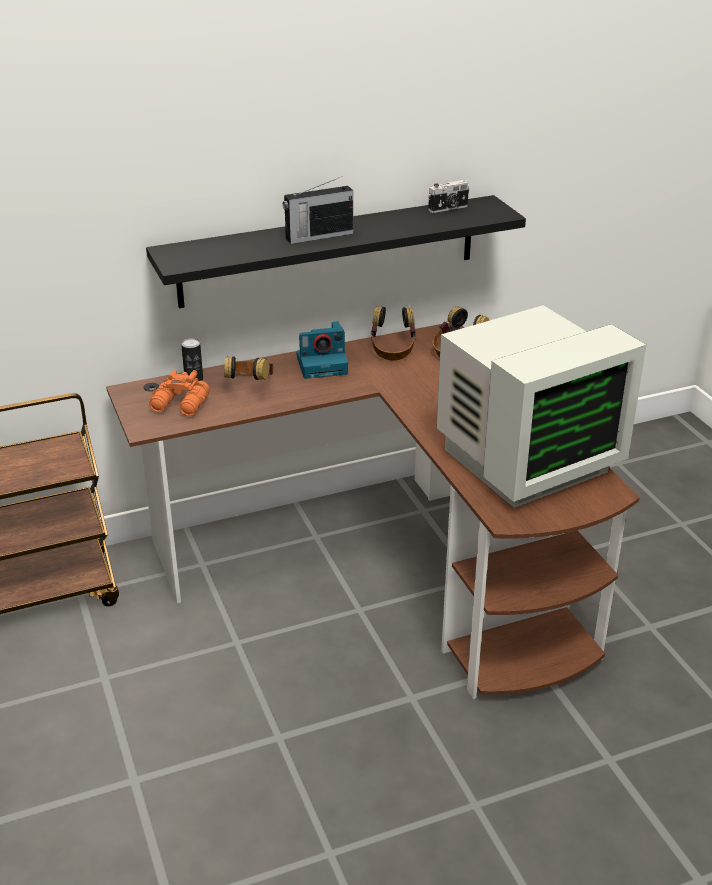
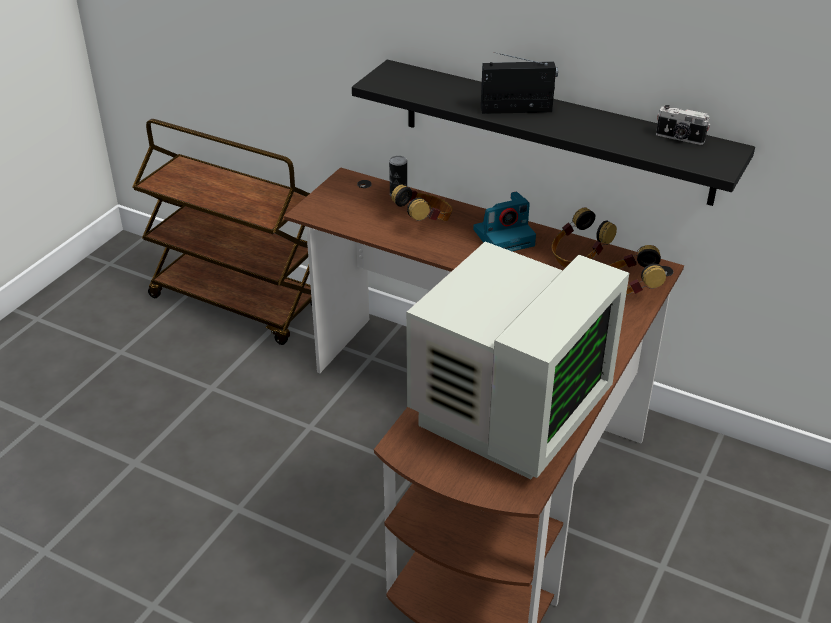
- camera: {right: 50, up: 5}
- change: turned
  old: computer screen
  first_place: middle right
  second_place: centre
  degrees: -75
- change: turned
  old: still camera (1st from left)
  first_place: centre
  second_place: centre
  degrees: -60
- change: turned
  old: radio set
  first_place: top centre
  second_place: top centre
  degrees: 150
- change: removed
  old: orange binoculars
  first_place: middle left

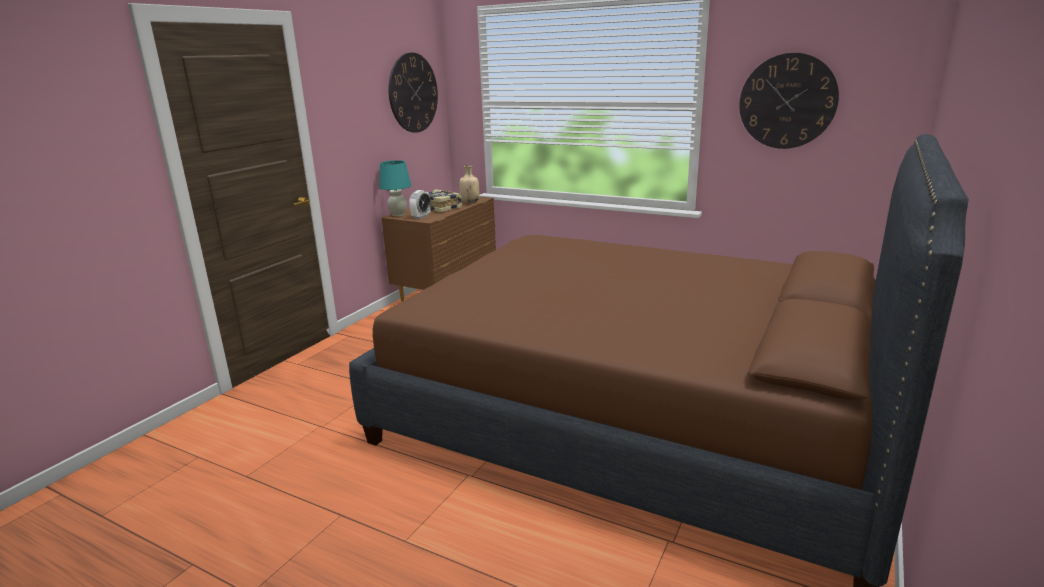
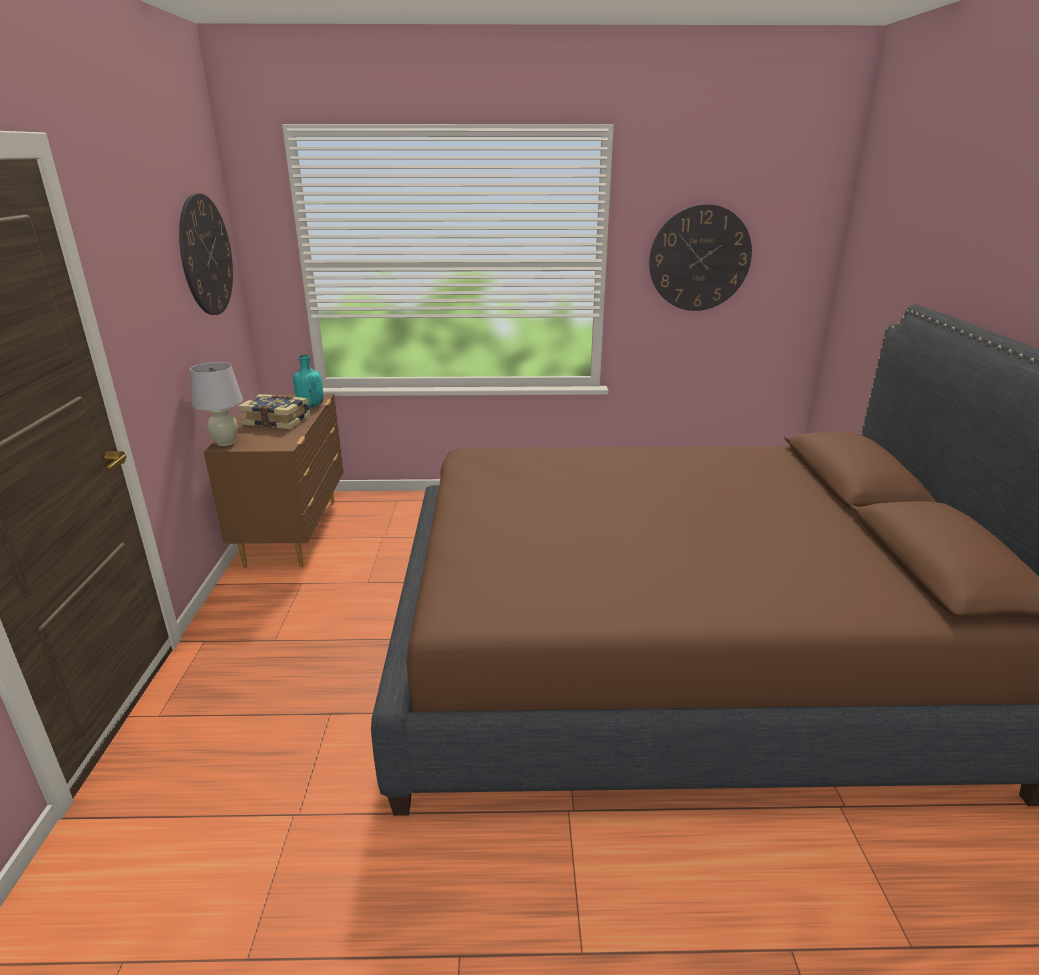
- camera: {right: -30, up: 5}
- change: recoloured
  old: turquoise table lamp
  new: white table lamp
  first_place: top centre
  second_place: middle left
- change: recoloured
  old: sand-coloured drink bottle
  new: turquoise drink bottle
  first_place: top centre
  second_place: middle left
- change: removed
  old: table clock
  first_place: centre

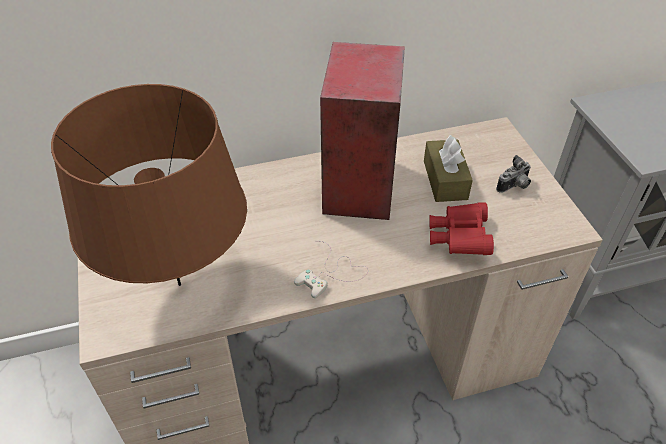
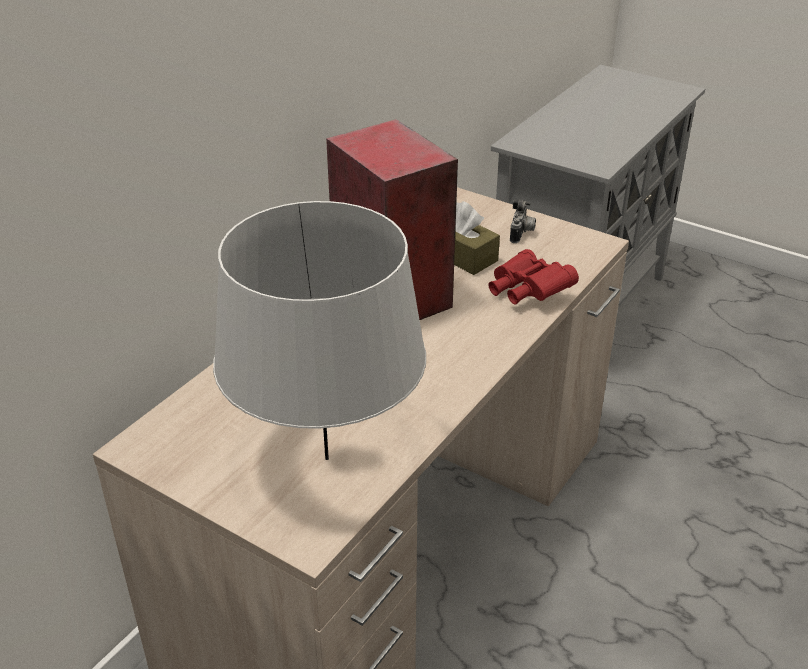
- camera: {right: -40, up: -10}
- change: recoloured
  old: brown-coloured table lamp
  new: greyish table lamp
  first_place: middle left
  second_place: centre
- change: removed
  old: white joypad
  first_place: centre

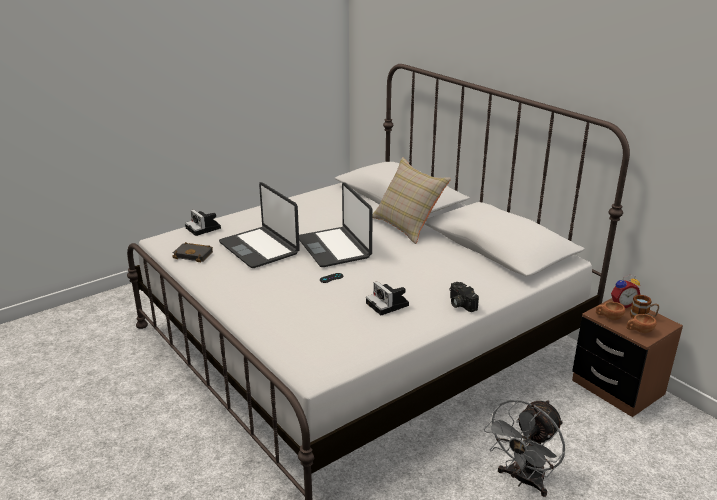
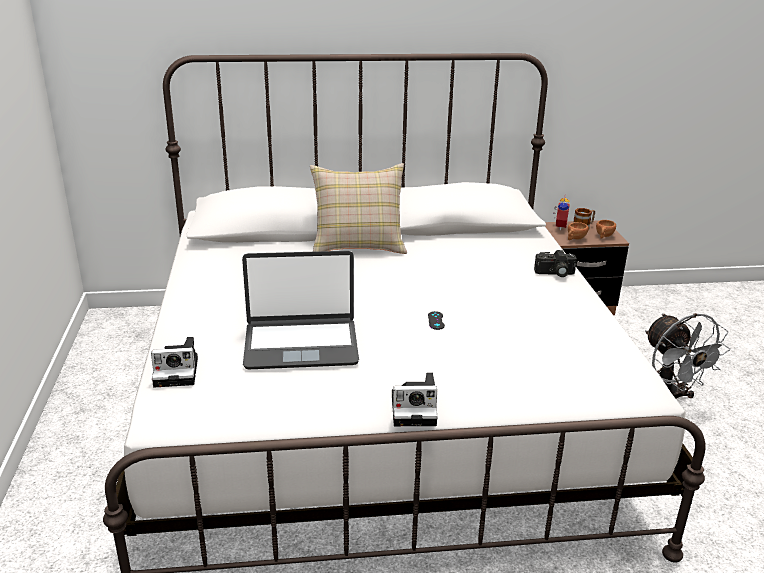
- camera: {right: -60, up: 0}
- change: moved
  old: still camera (2nd from left)
  first_place: centre
  second_place: bottom centre
- change: removed
  old: black-coloured bound book
  first_place: middle left
- change: removed
  old: notebook computer (2nd from left)
  first_place: centre

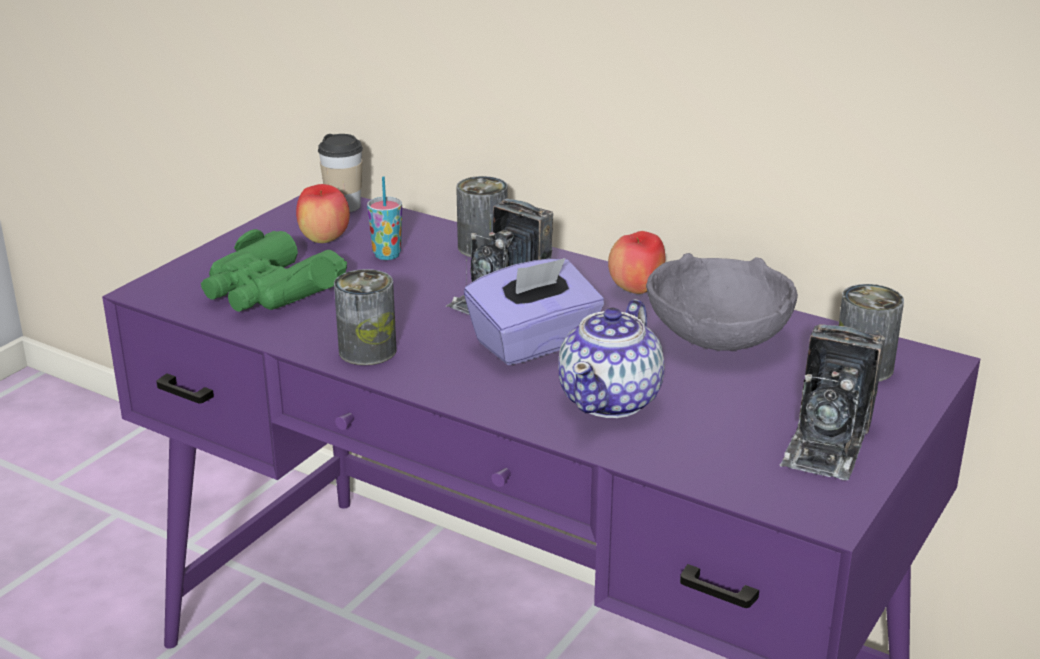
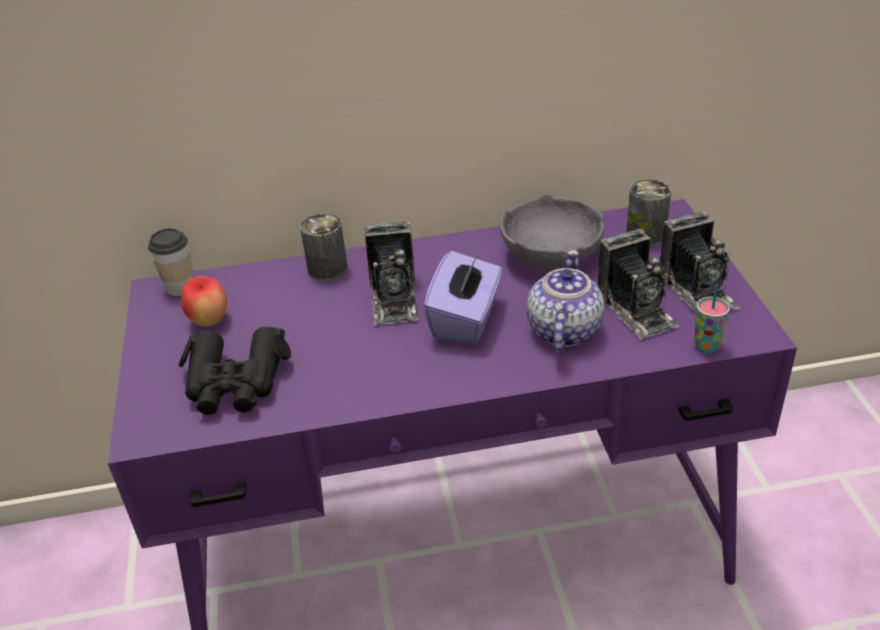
- camera: {right: -40, up: 10}
- change: recoloured
  old: greenish binoculars
  new: black-coloured binoculars
  first_place: middle left
  second_place: middle left
- change: turned
  old: tea pot
  first_place: centre
  second_place: centre
  degrees: -150
- change: added
  new: still camera (2nd from left)
  second_place: middle right
- change: moved
  old: small cup (2nd from left)
  first_place: top centre
  second_place: middle right
- change: removed
  old: can (1st from left)
  first_place: centre
- change: removed
  old: apple fruit (2nd from left)
  first_place: centre

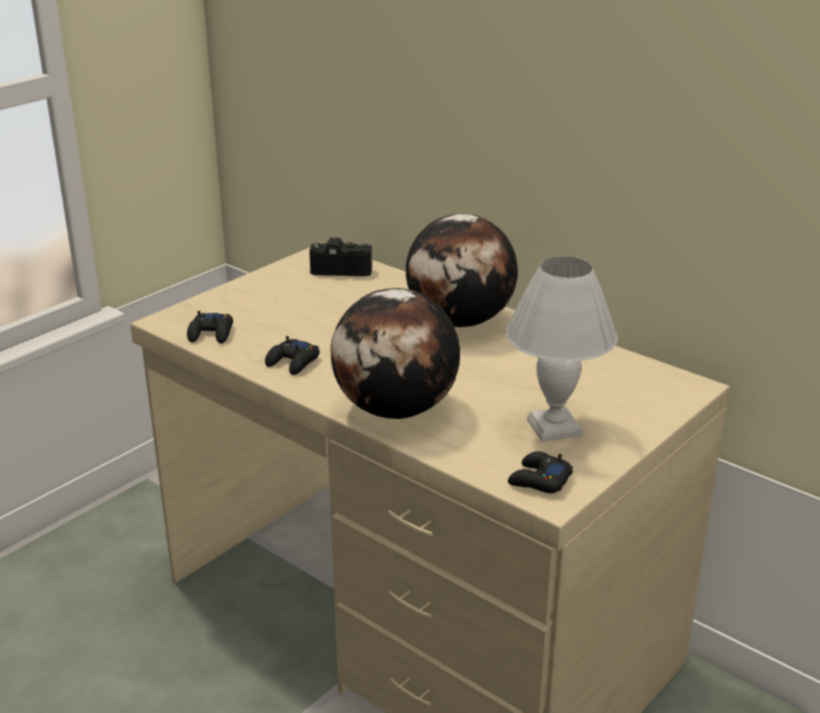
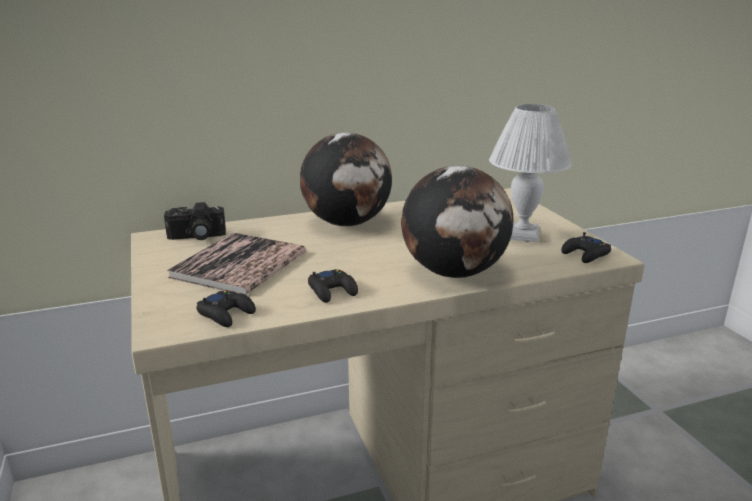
- camera: {right: -60, up: -5}
- change: turned
  old: still camera
  first_place: centre
  second_place: middle left
  degrees: -135
- change: added
  new: bound book
  second_place: middle left

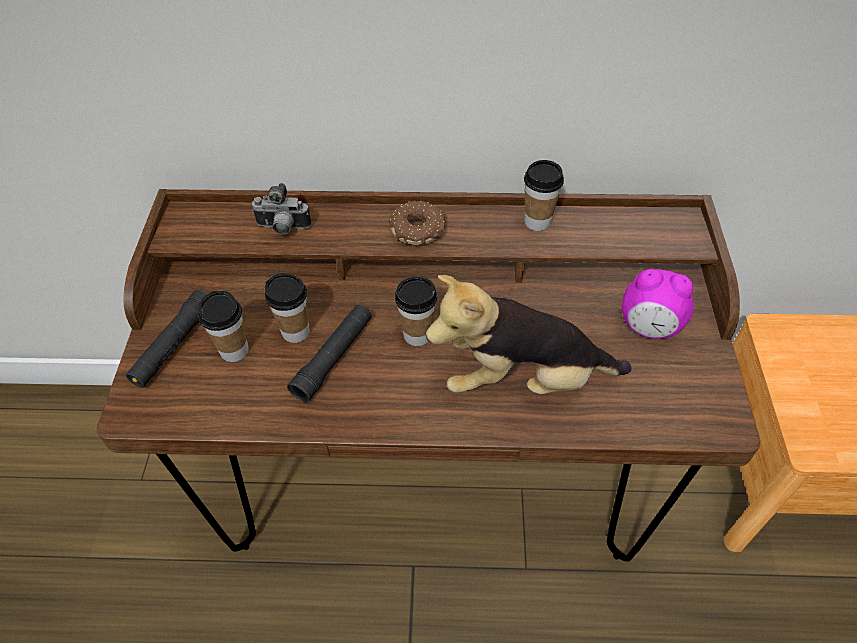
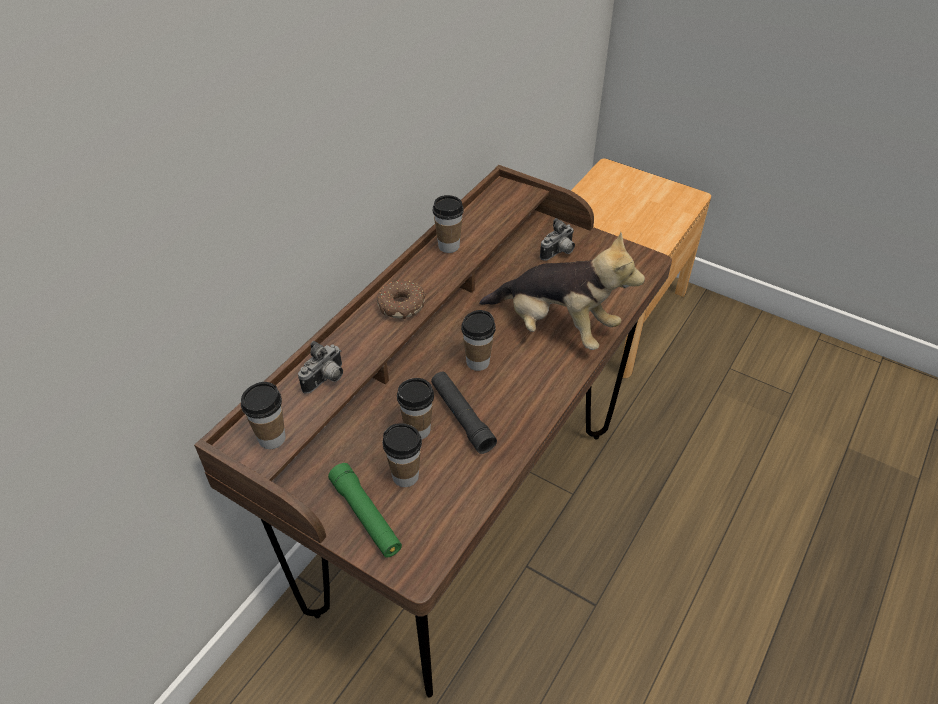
- camera: {right: -60, up: -5}
- change: added
  new: small cup (1st from left)
  second_place: middle left
- change: recoloured
  old: black-coloured torch (1st from left)
  new: greenish torch
  first_place: middle left
  second_place: bottom centre
- change: turned
  old: soft toy
  first_place: centre
  second_place: centre
  degrees: -90
- change: replaced
  old: table clock
  new: still camera (2nd from left)
  first_place: middle right
  second_place: centre

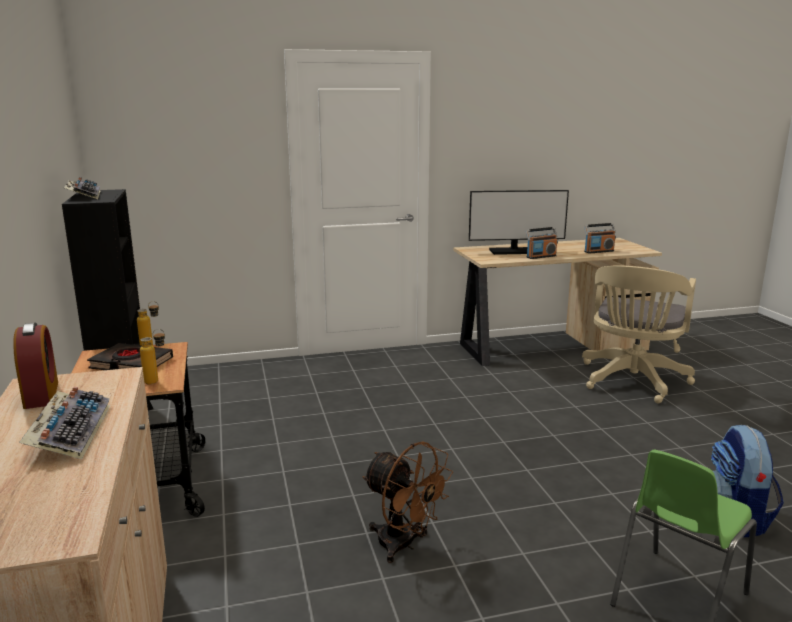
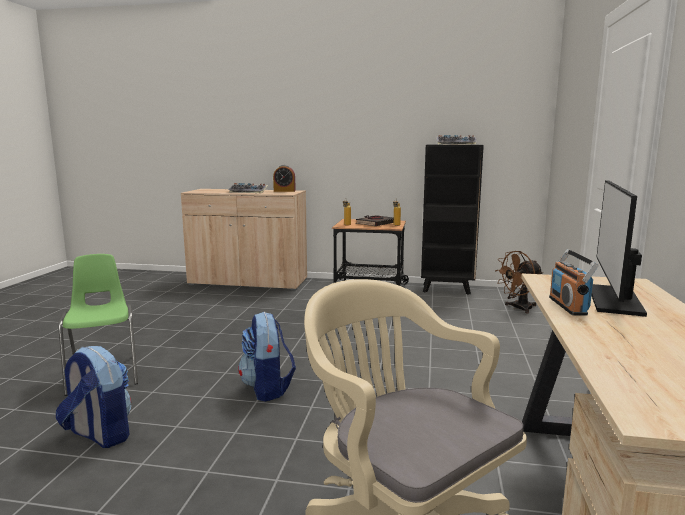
- camera: {right: 115, up: -5}
- change: added
  new: rucksack (2nd from left)
  second_place: bottom centre
- change: moved
  old: brown-coloured electric fan
  first_place: bottom centre
  second_place: middle right
- change: removed
  old: radio set (2nd from left)
  first_place: middle right

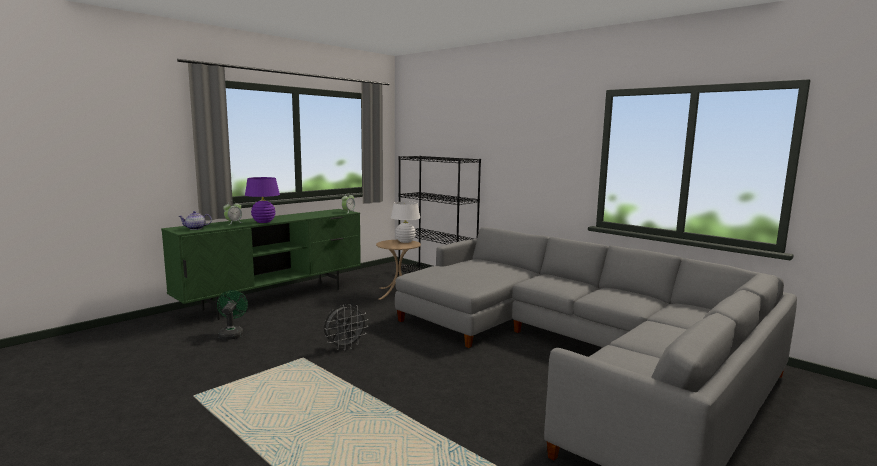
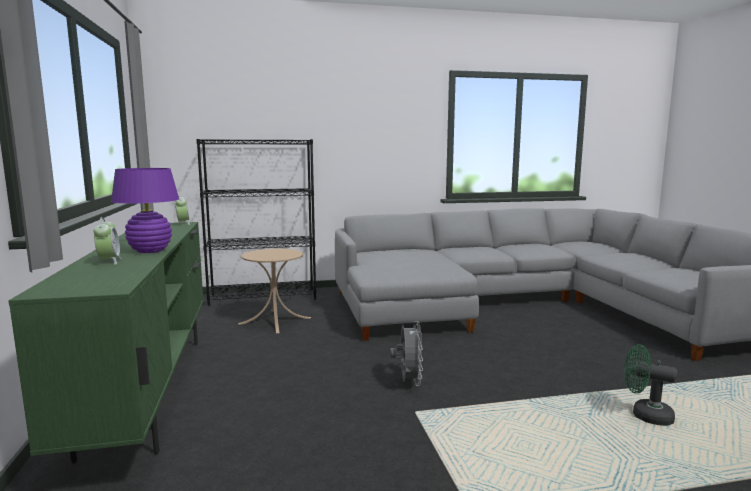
- camera: {right: -55, up: 0}
- change: moved
  old: greenish electric fan
  first_place: bottom left
  second_place: bottom right
- change: removed
  old: tea pot
  first_place: middle left
- change: removed
  old: white table lamp
  first_place: centre

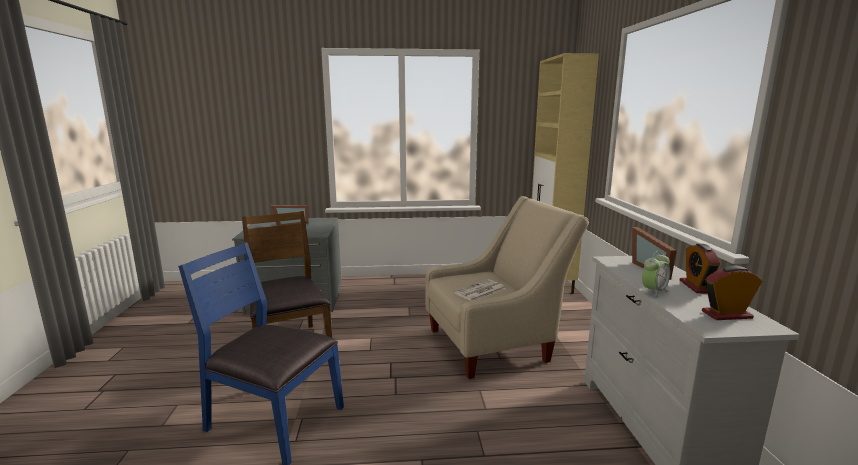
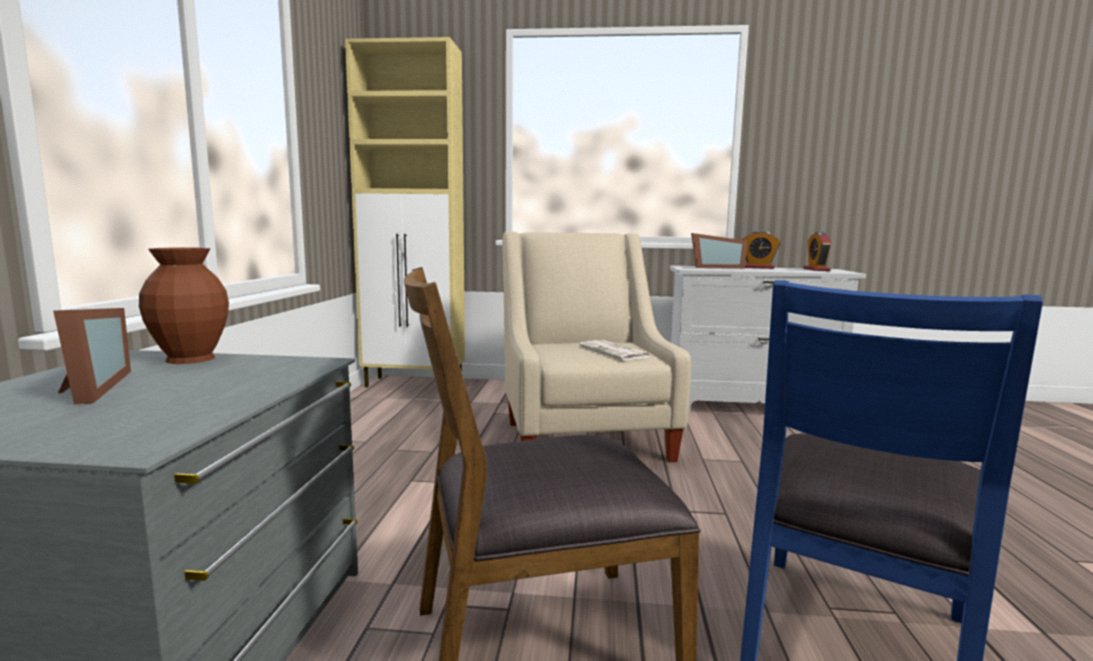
- camera: {right: -80, up: -5}
- change: added
  new: brown-coloured vase
  second_place: middle left
- change: removed
  old: table clock (1st from left)
  first_place: middle right

